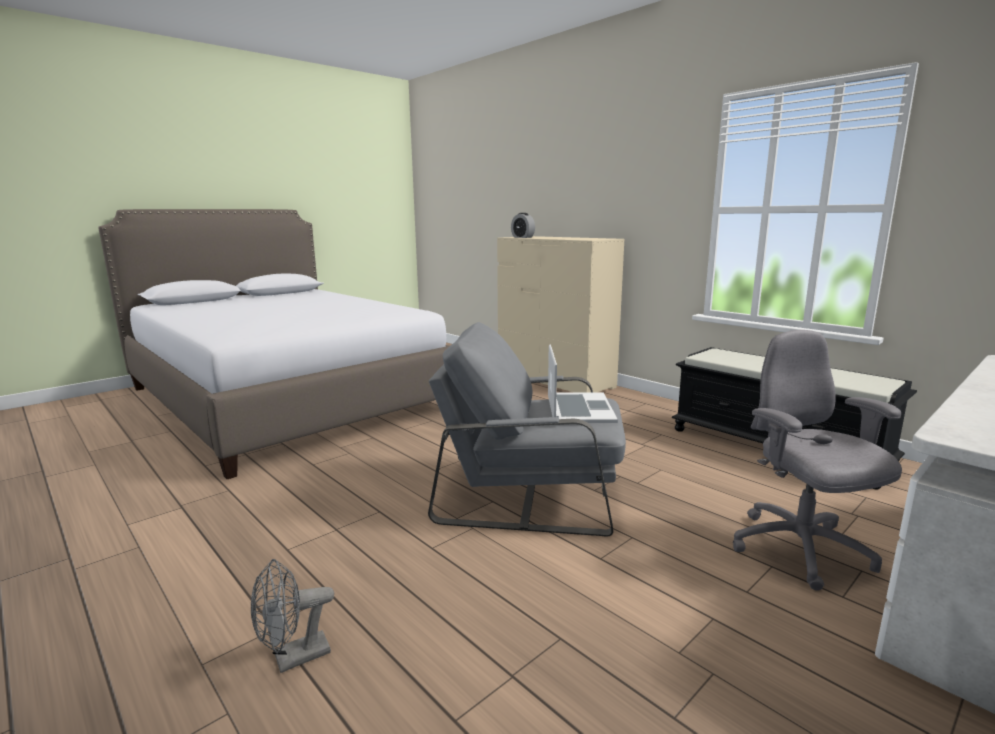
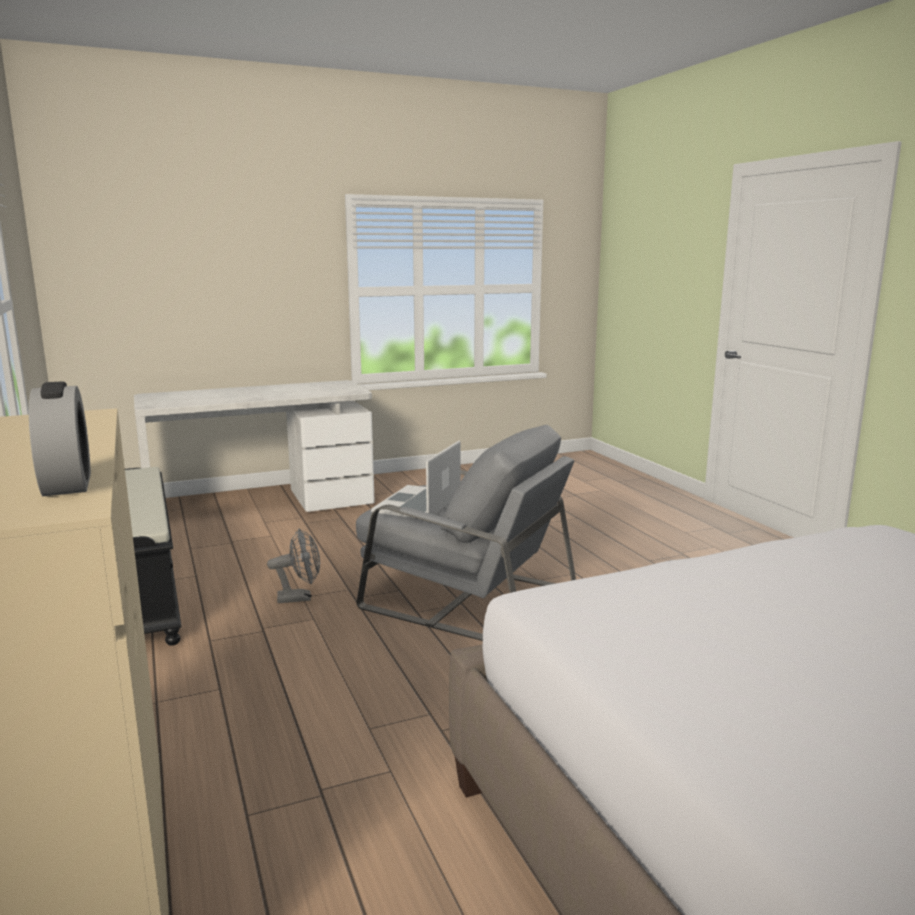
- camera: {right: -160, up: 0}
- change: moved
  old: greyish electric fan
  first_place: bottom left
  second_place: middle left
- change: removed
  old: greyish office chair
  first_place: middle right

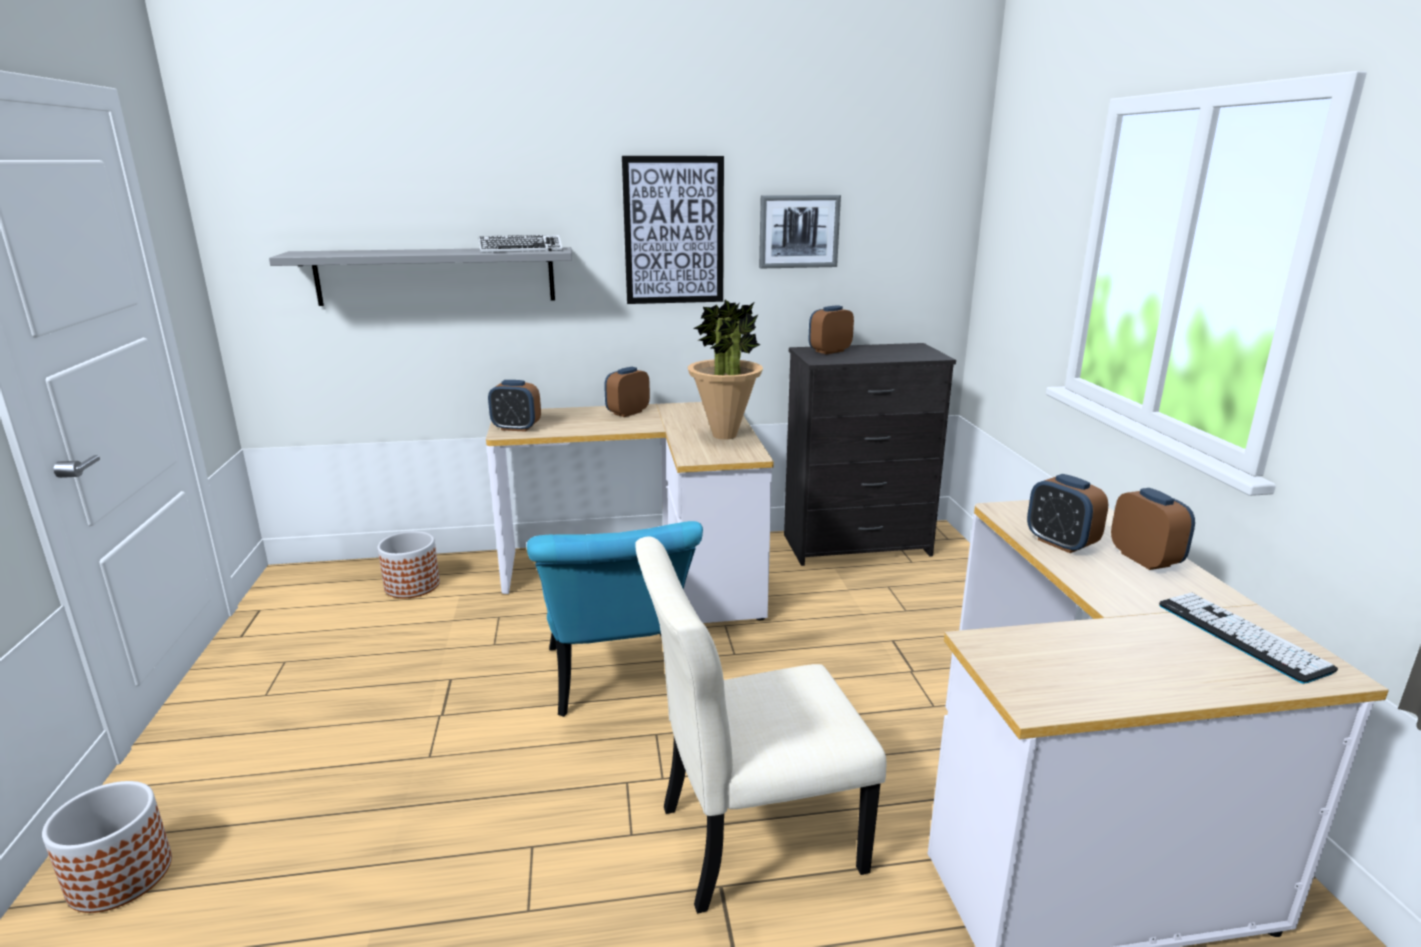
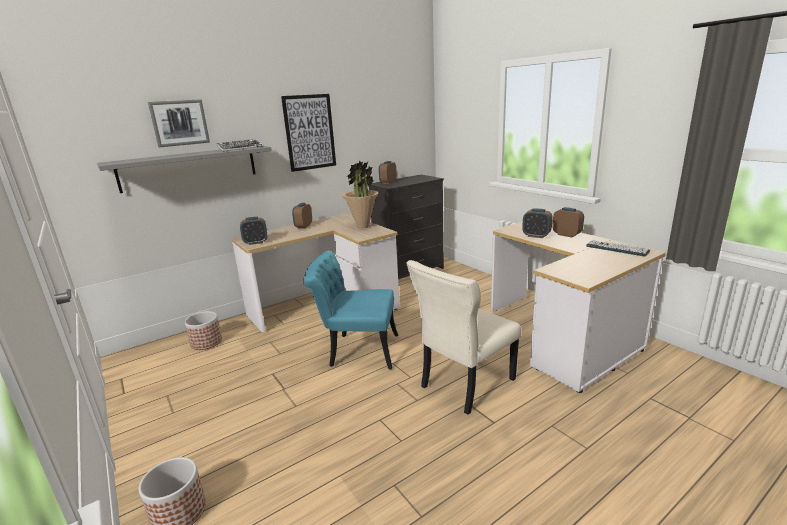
- camera: {right: -25, up: 0}
- change: moved
  old: wall picture (2nd from left in the first image)
  new: wall picture (1st from left)
  first_place: top centre
  second_place: top left
- change: turned
  old: turquoise chair
  first_place: centre
  second_place: centre
  degrees: 135

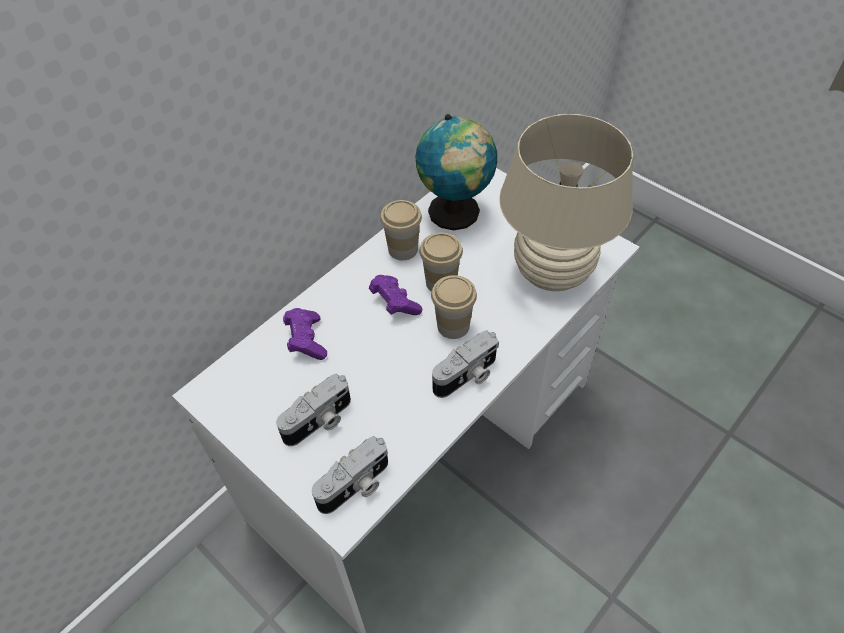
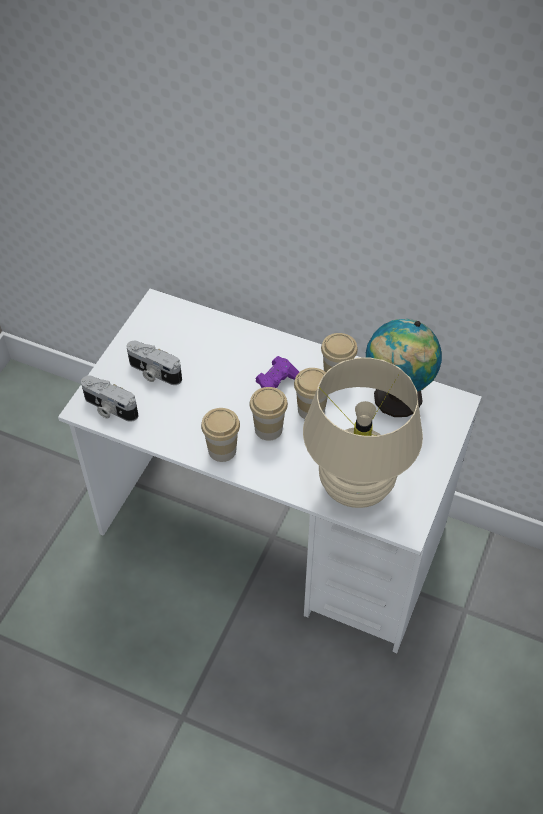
- camera: {right: 70, up: 0}
- change: replaced
  old: still camera (3rd from left)
  new: small cup (1st from left)
  first_place: centre
  second_place: centre
- change: removed
  old: purple joypad (1st from left)
  first_place: centre

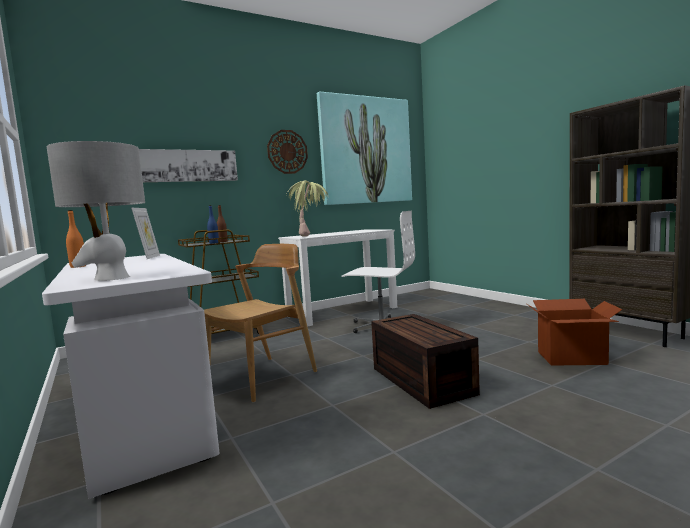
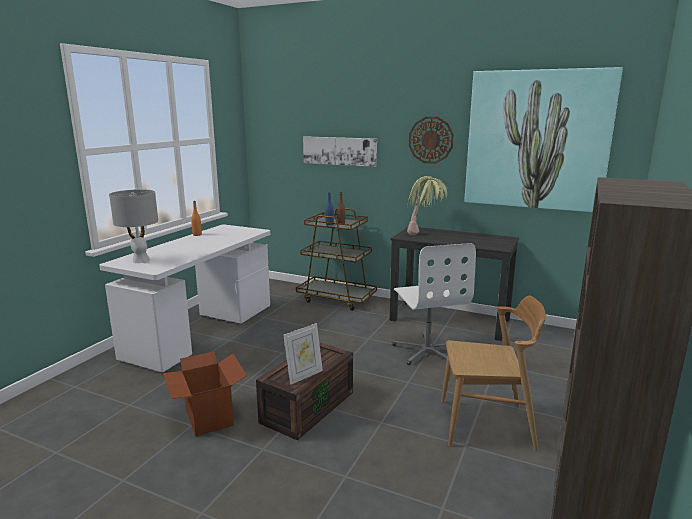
- camera: {right: 55, up: 10}
- change: moved
  old: carton
  first_place: middle right
  second_place: bottom left
- change: moved
  old: photo frame
  first_place: middle left
  second_place: bottom centre
- change: recoloured
  old: white desk (2nd from left)
  new: black-coloured desk
  first_place: centre
  second_place: centre
- change: moved
  old: brown-coloured chair
  first_place: centre
  second_place: bottom right

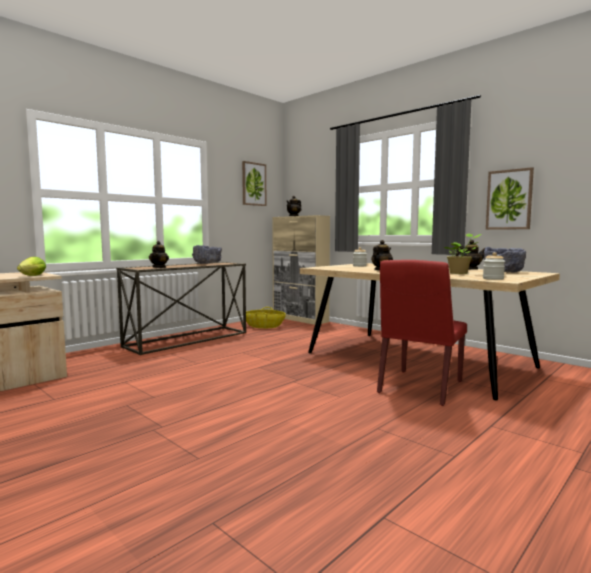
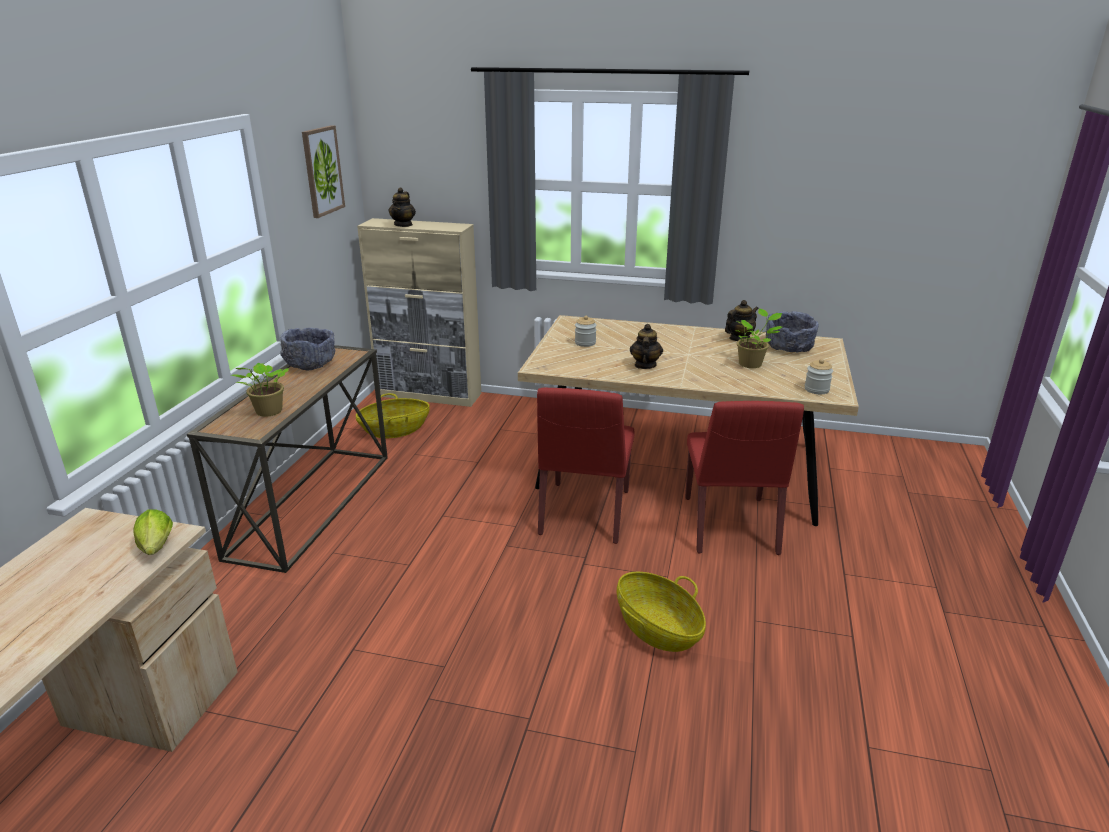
- camera: {right: -30, up: 20}
- change: replaced
  old: tea pot (1st from left)
  new: plant in a pot (1st from left)
  first_place: middle left
  second_place: middle left
- change: added
  new: red-coloured chair (1st from left)
  second_place: centre
- change: added
  new: household basket (2nd from left)
  second_place: bottom centre
- change: removed
  old: wall picture (2nd from left)
  first_place: middle right

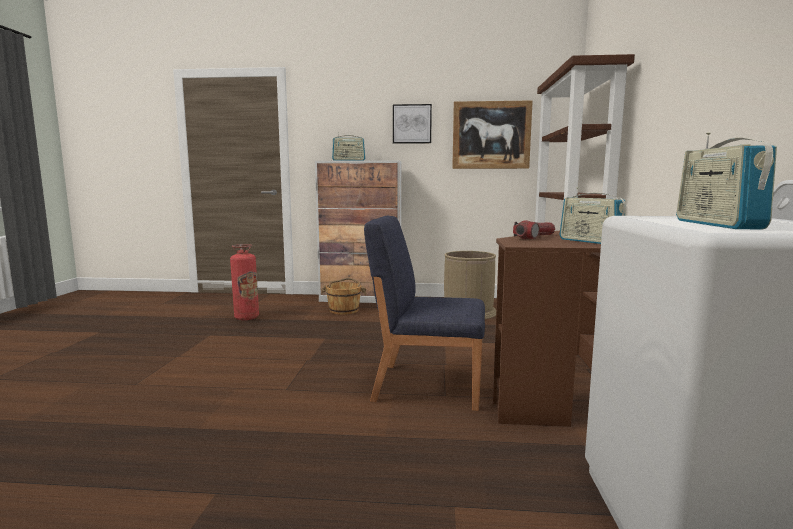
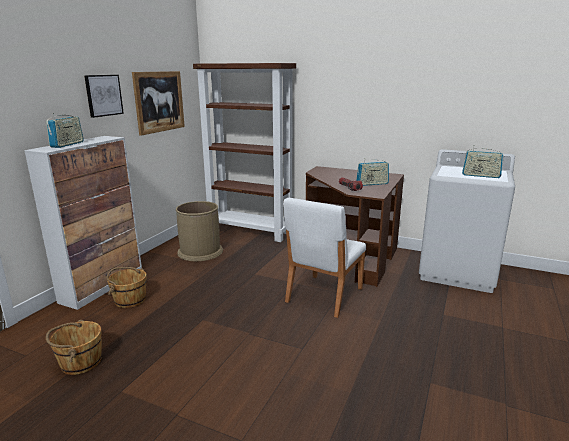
- camera: {right: -70, up: 10}
- change: replaced
  old: fire extinguisher
  new: brown-coloured pail (1st from left)
  first_place: middle left
  second_place: bottom left
- change: recoloured
  old: blue chair
  new: white chair
  first_place: centre
  second_place: centre

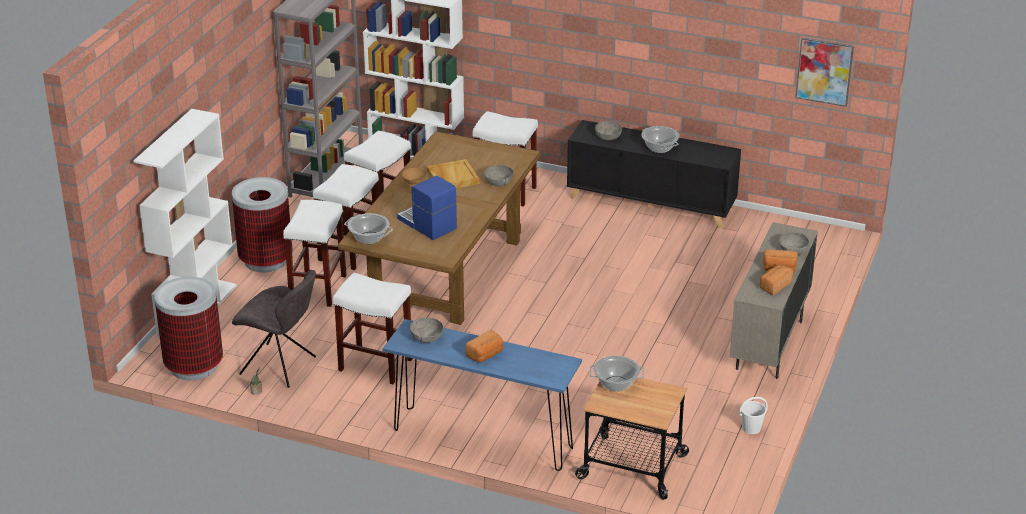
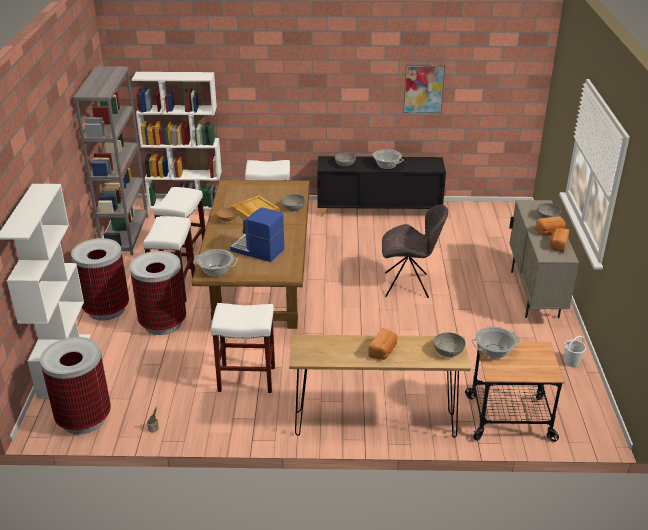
- camera: {right: -20, up: 0}
- change: replaced
  old: white stool (1st from left)
  new: waste bin (3rd from left)
  first_place: middle left
  second_place: middle left
- change: recoloured
  old: blue hall table
  new: brown-coloured hall table
  first_place: bottom centre
  second_place: bottom centre
- change: moved
  old: greyish chair
  first_place: middle left
  second_place: centre
- change: moved
  old: wall picture
  first_place: top right
  second_place: top centre
- change: moved
  old: greyish bowl (1st from left in the first image)
  new: greyish bowl (3rd from left)
  first_place: centre
  second_place: middle right

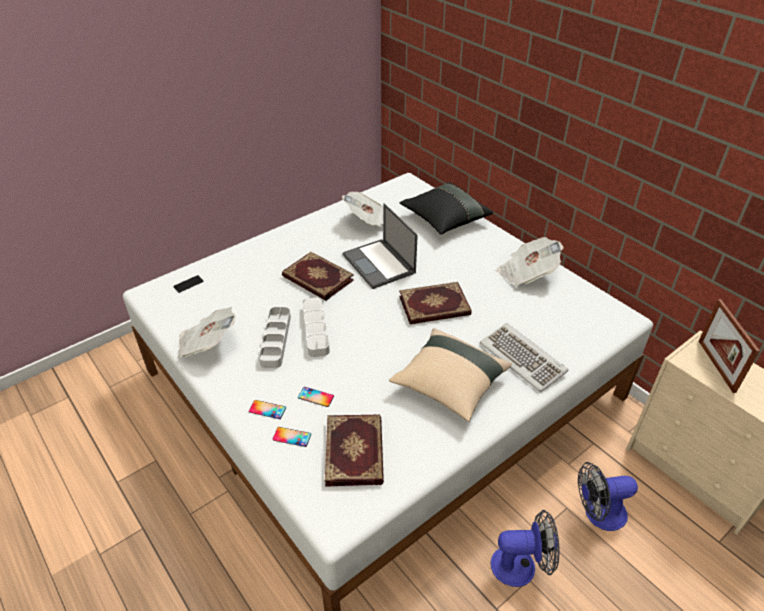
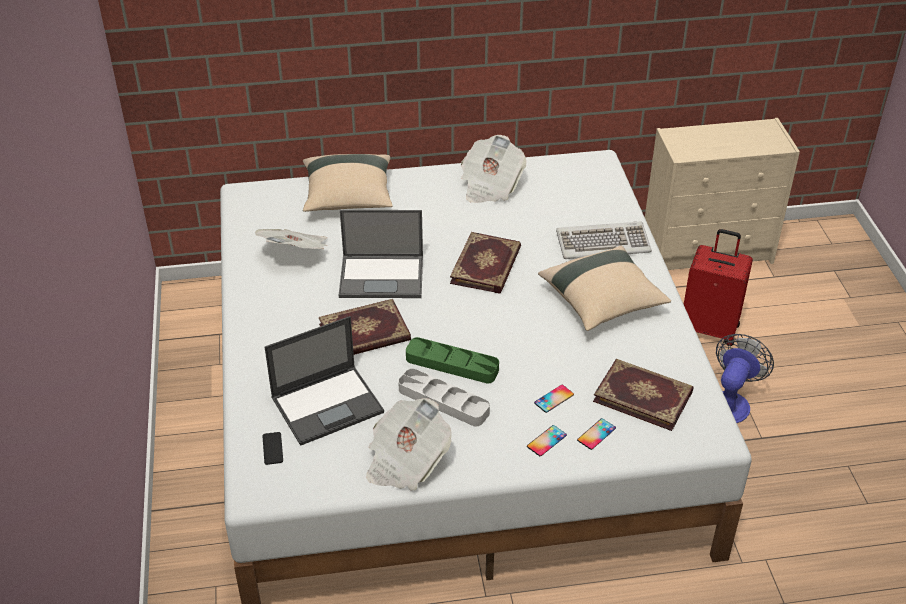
- camera: {right: -60, up: 0}
- change: added
  new: notebook computer (1st from left)
  second_place: centre
- change: recoloured
  old: black-coloured throw pillow
  new: sand-coloured throw pillow (1st from left)
  first_place: centre
  second_place: top centre
- change: recoloured
  old: greyish serving tray (2nd from left)
  new: greenish serving tray
  first_place: centre
  second_place: centre
- change: replaced
  old: electric fan (2nd from left)
  new: red-coloured travel case
  first_place: bottom right
  second_place: middle right
- change: removed
  old: photo frame
  first_place: middle right

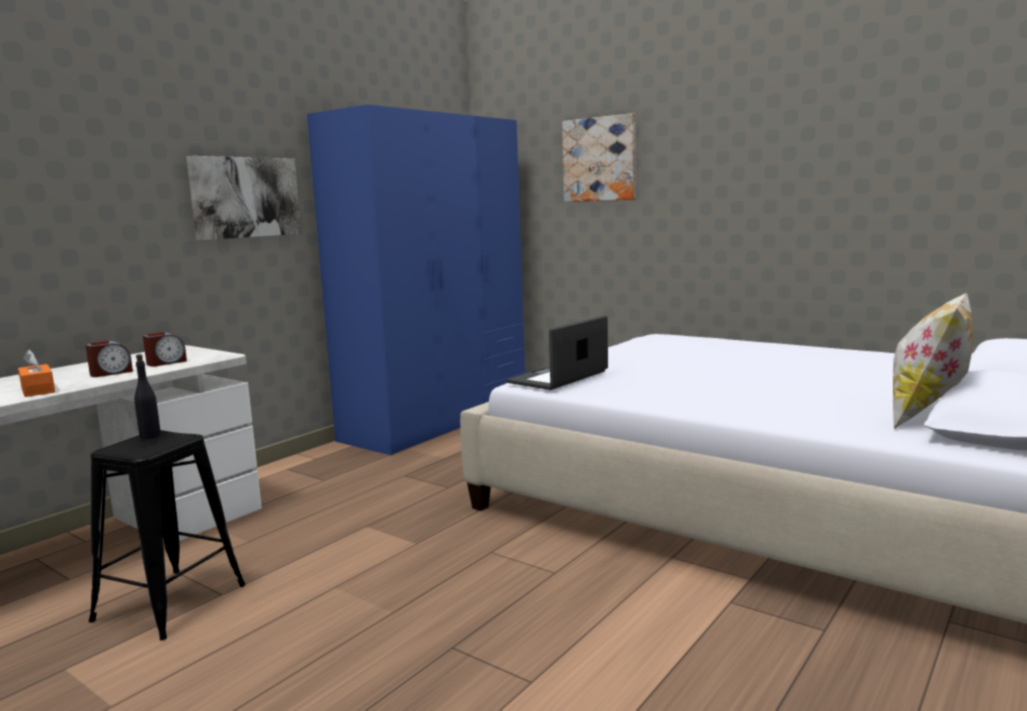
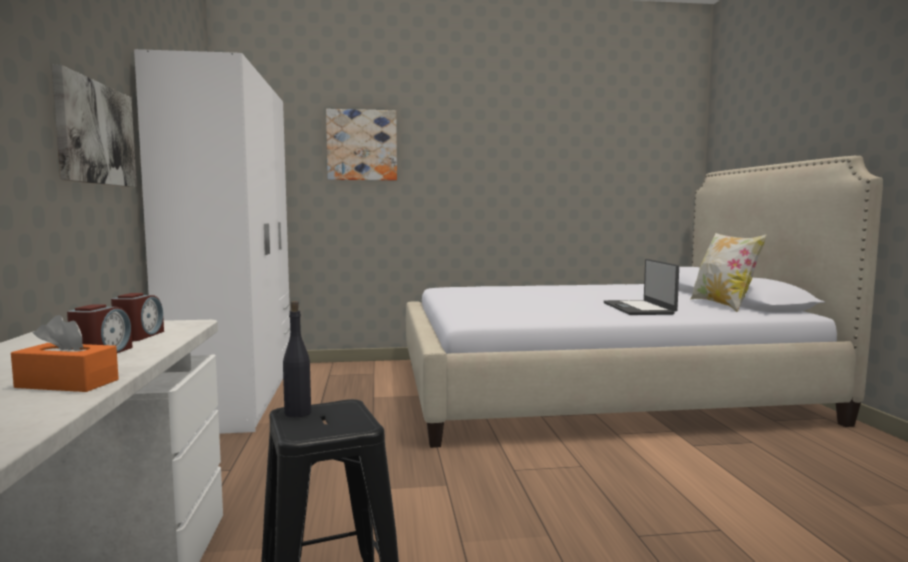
- camera: {right: -45, up: -5}
- change: recoloured
  old: blue armoire
  new: white armoire
  first_place: centre
  second_place: middle left
- change: moved
  old: notebook computer
  first_place: centre
  second_place: middle right

